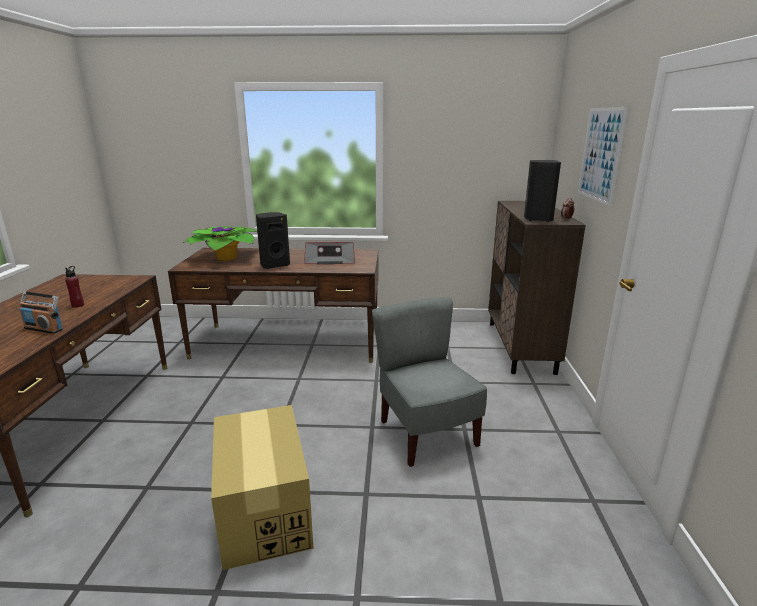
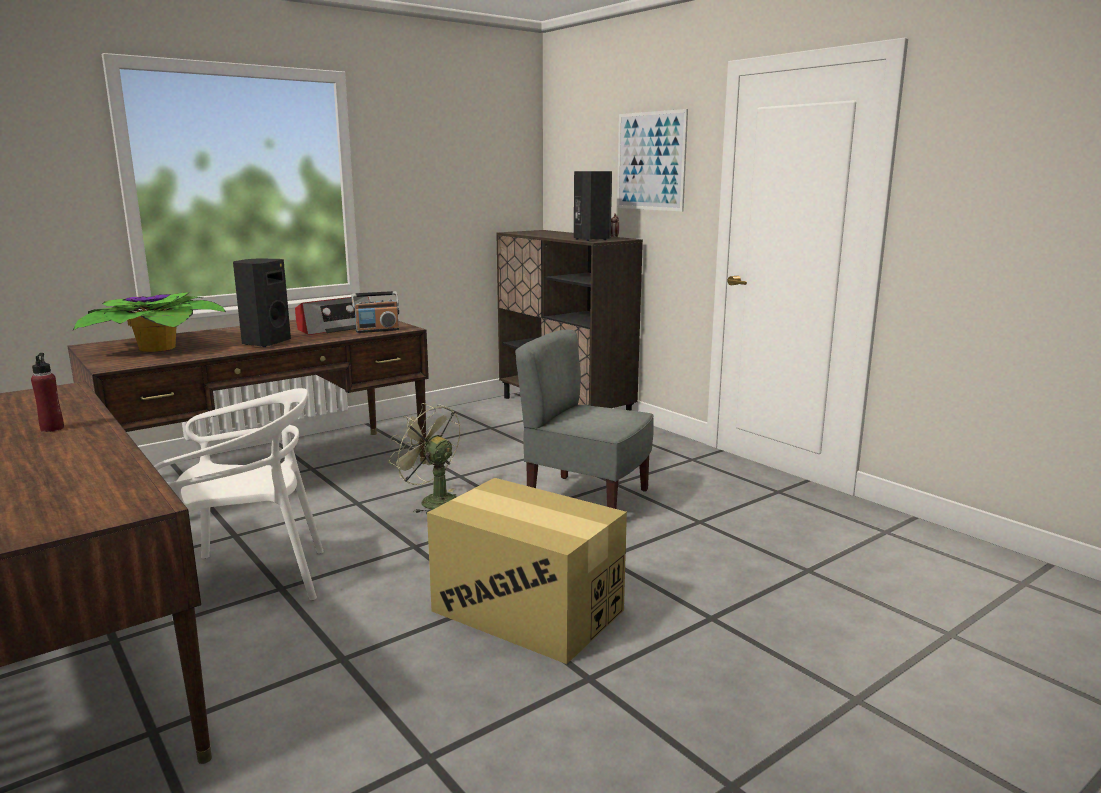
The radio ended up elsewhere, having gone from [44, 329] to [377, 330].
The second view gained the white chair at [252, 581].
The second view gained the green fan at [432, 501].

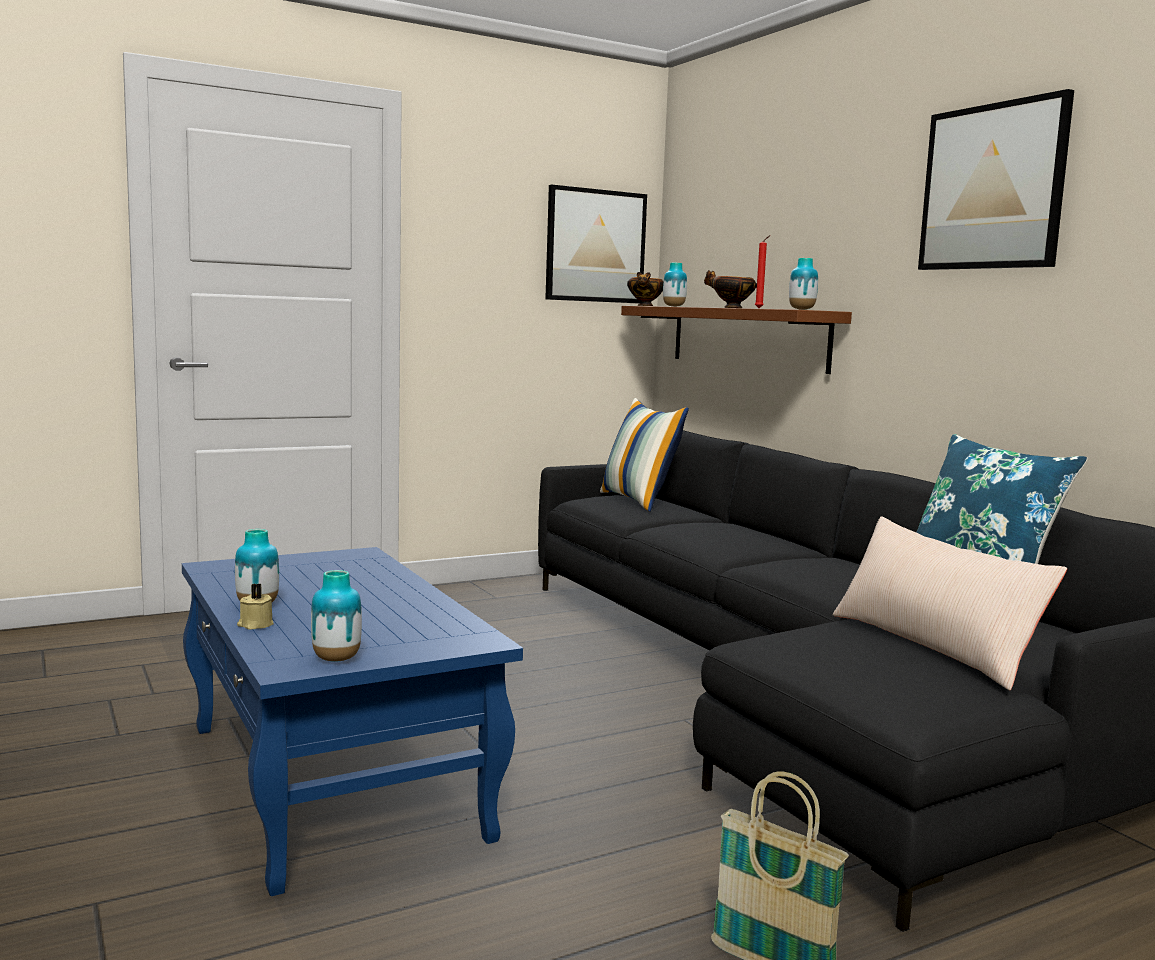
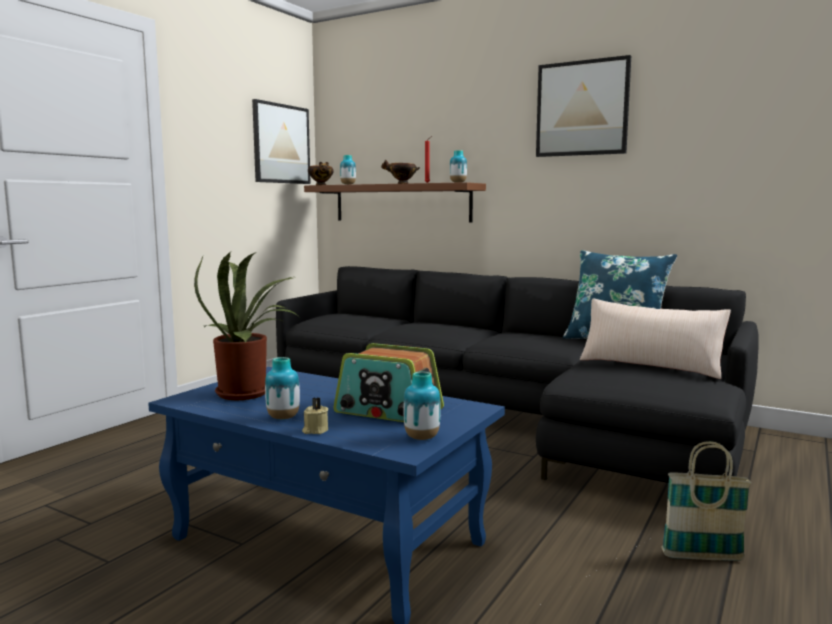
The second view lost the pillow at [639, 501].
The second view gained the potted plant at [249, 393].
The second view gained the radio at [388, 411].

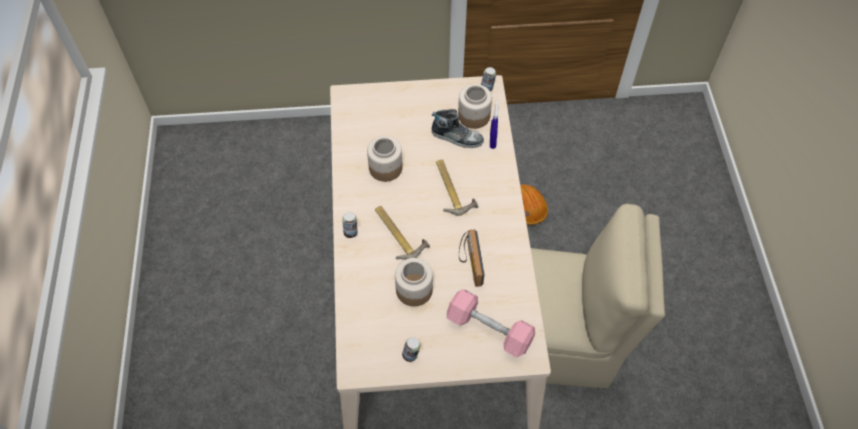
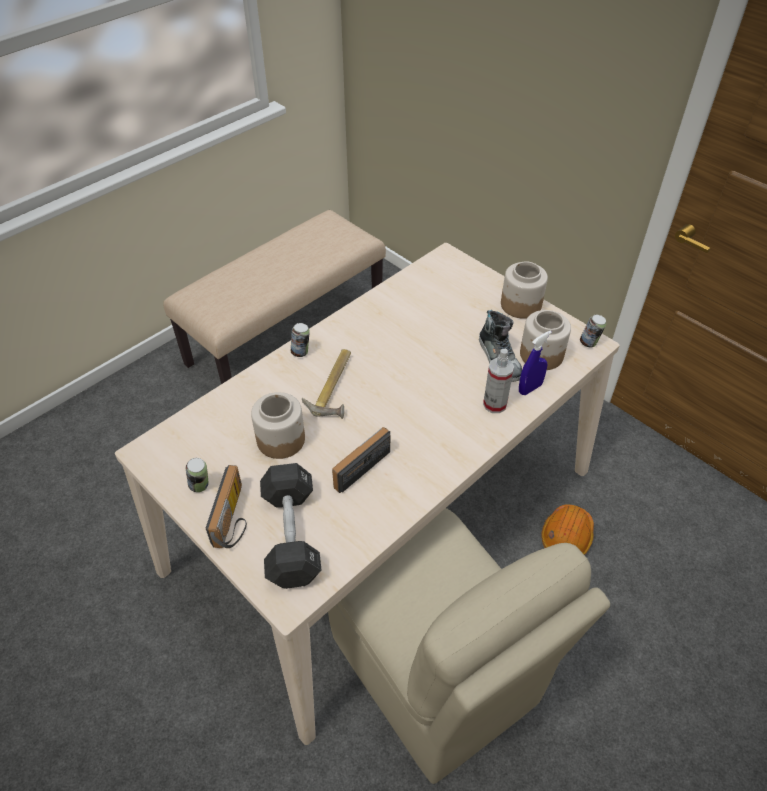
The jar ended up elsewhere, having gone from [385, 168] to [520, 304].
The second view lost the hammer at [453, 189].
What was the pink dumbbell at [489, 329] turned into the black dumbbell at [291, 535].
The second view gained the beige bench at [286, 334].
The second view gained the radio at [234, 518].
The second view gained the spray bottle at [495, 404].

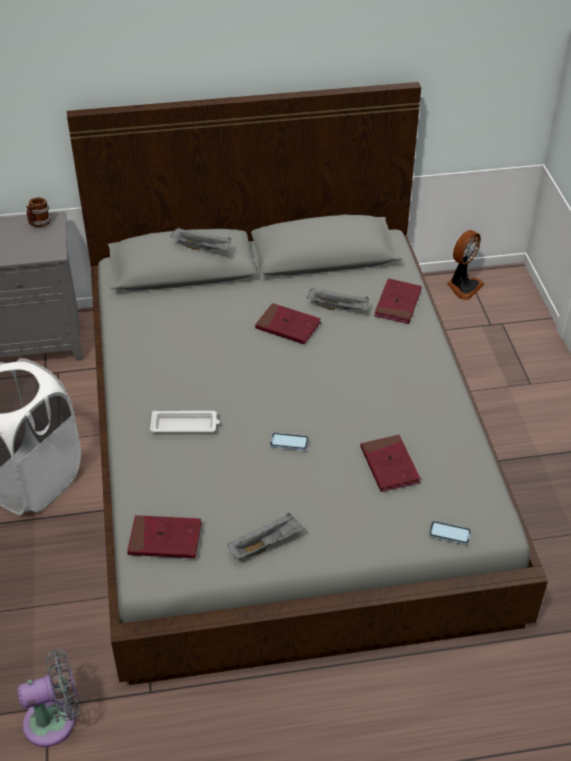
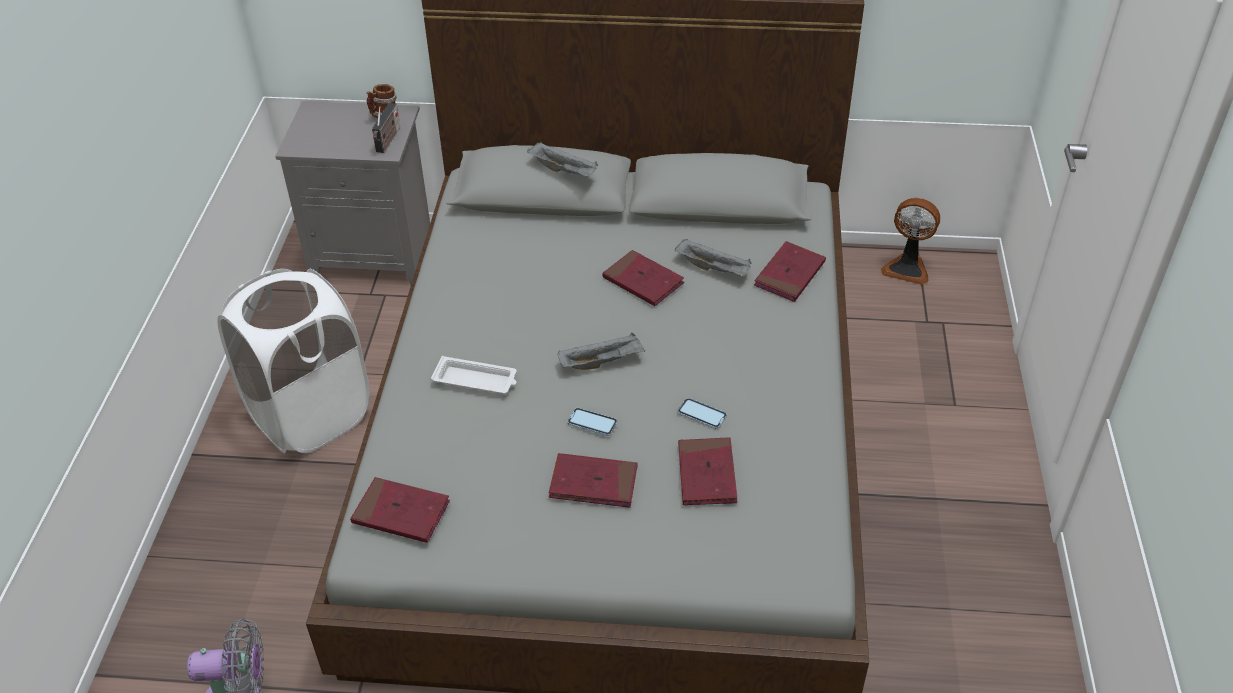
The grey tray ended up elsewhere, having gone from [266, 544] to [602, 362].
The phone ended up elsewhere, having gone from [449, 534] to [702, 414].
The fan at [463, 286] ended up facing another way, 60 degrees clockwise from before.
The second view gained the radio at [388, 141].
The second view gained the red book at [593, 483].

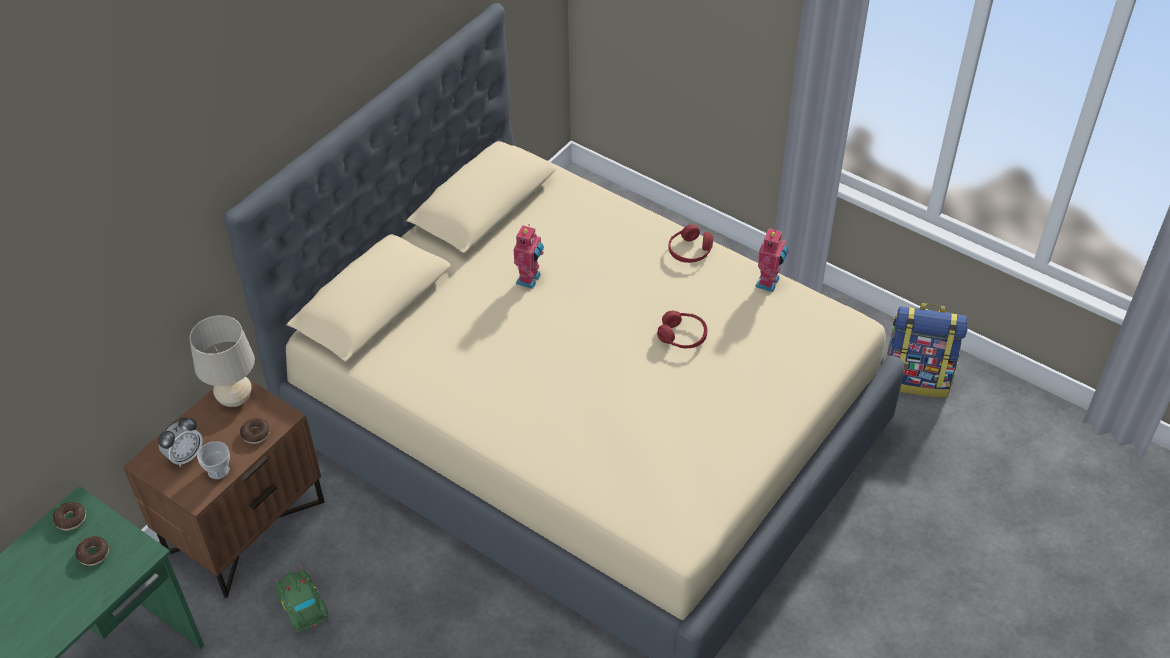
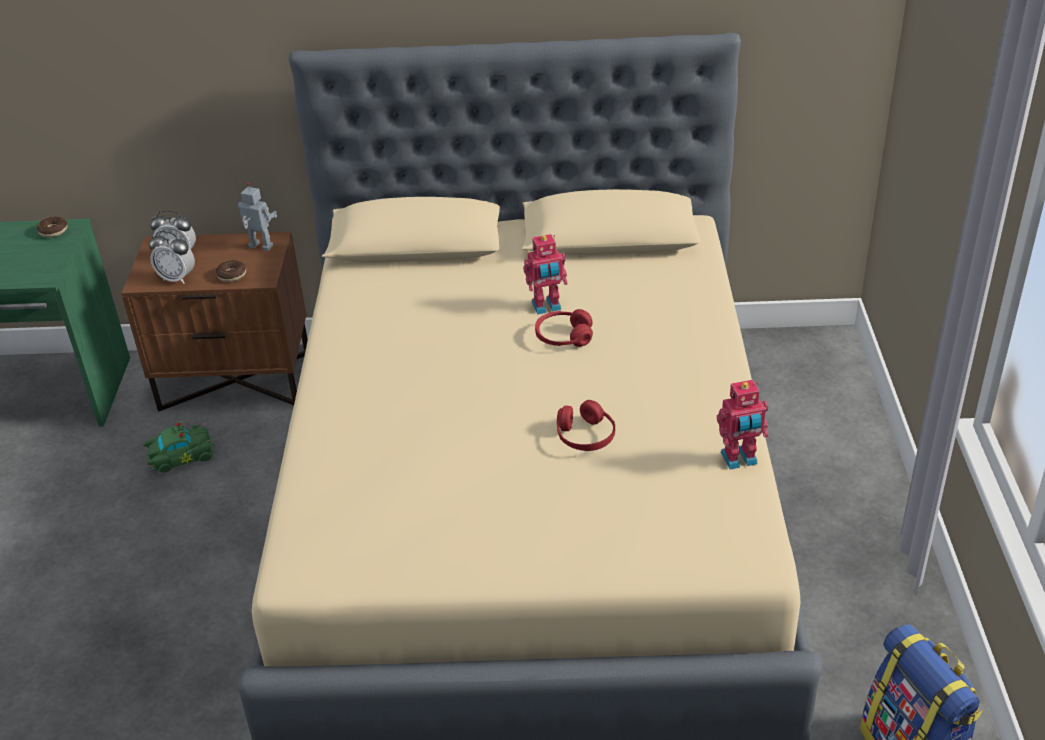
The second view lost the donut at [93, 554].
Where the beige table lamp stood at [235, 399], the toy robot came to stand at [260, 247].
Where the cup stood at [218, 470], the alarm clock came to stand at [177, 278].
The green toy car at [302, 607] ended up facing another way, 45 degrees clockwise from before.
The red headphones ended up elsewhere, having gone from [690, 251] to [564, 337].

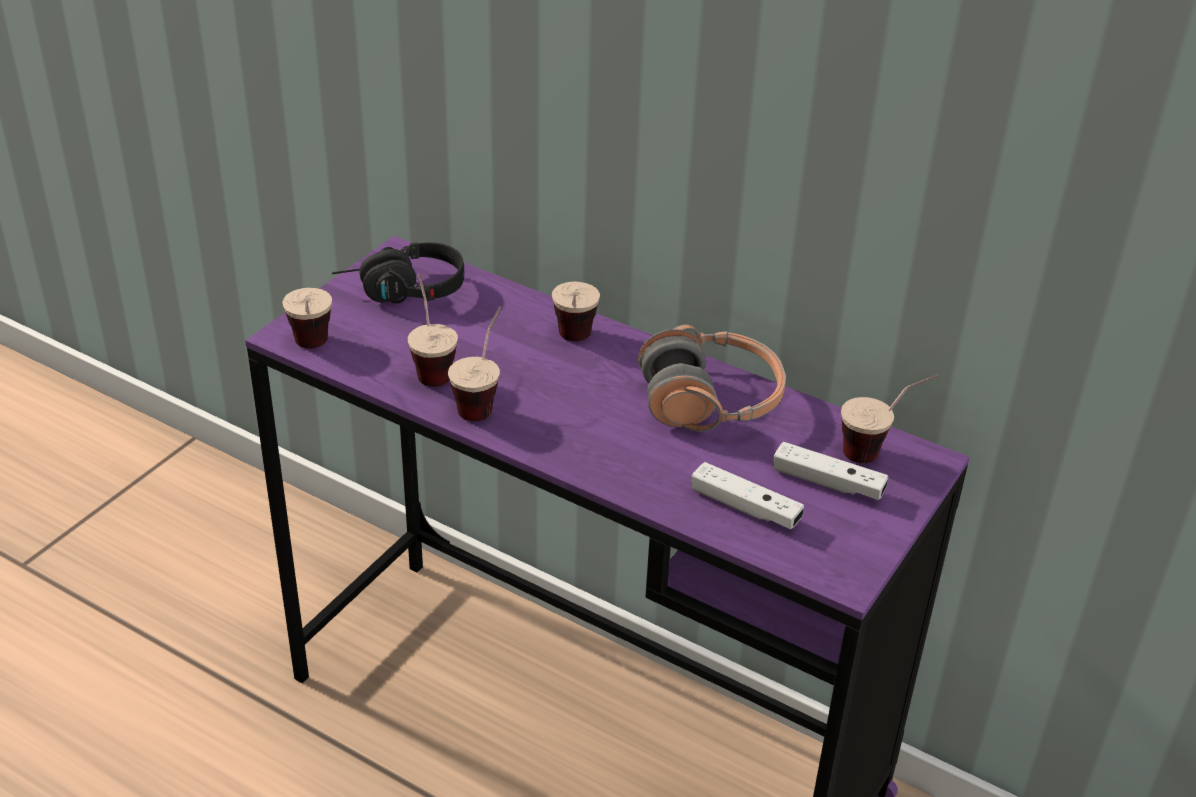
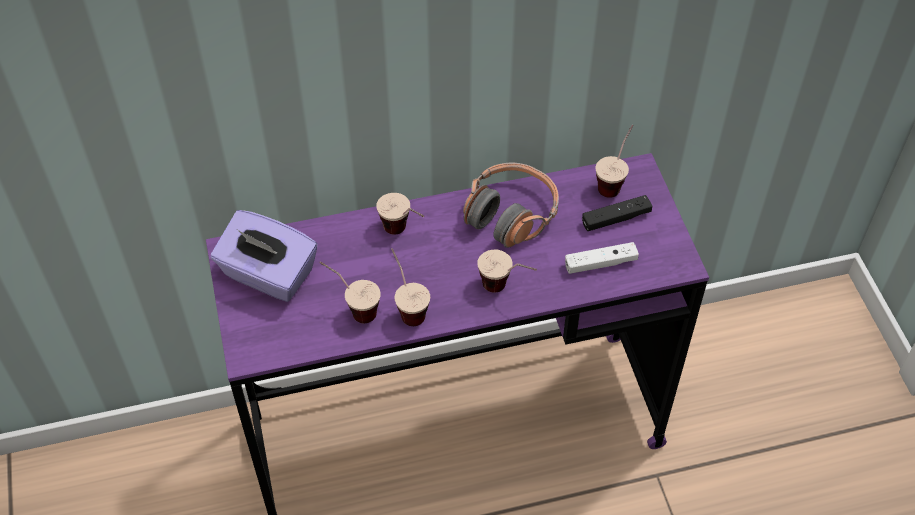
The cup ended up elsewhere, having gone from [312, 351] to [506, 290].
Where the black headphones stood at [401, 292], the purple tissue box came to stand at [268, 275].
What was the white game controller at [828, 483] turned into the black game controller at [616, 218].

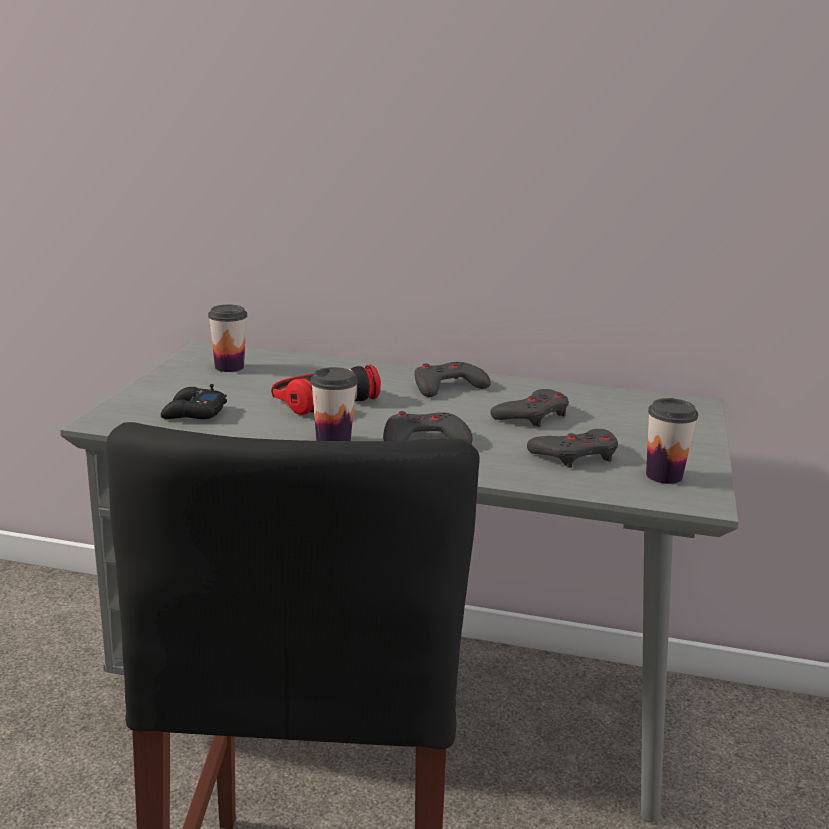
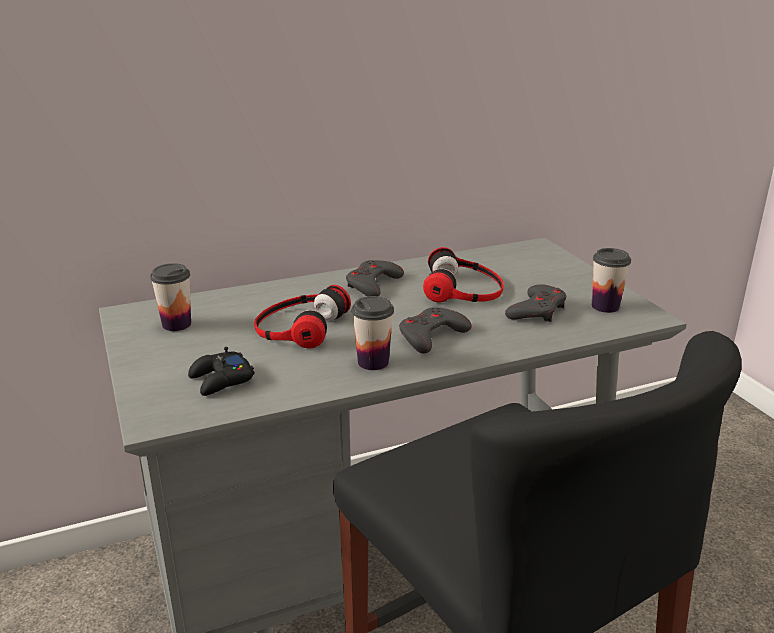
Where the grey game controller stood at [532, 415], the headphones came to stand at [464, 288].

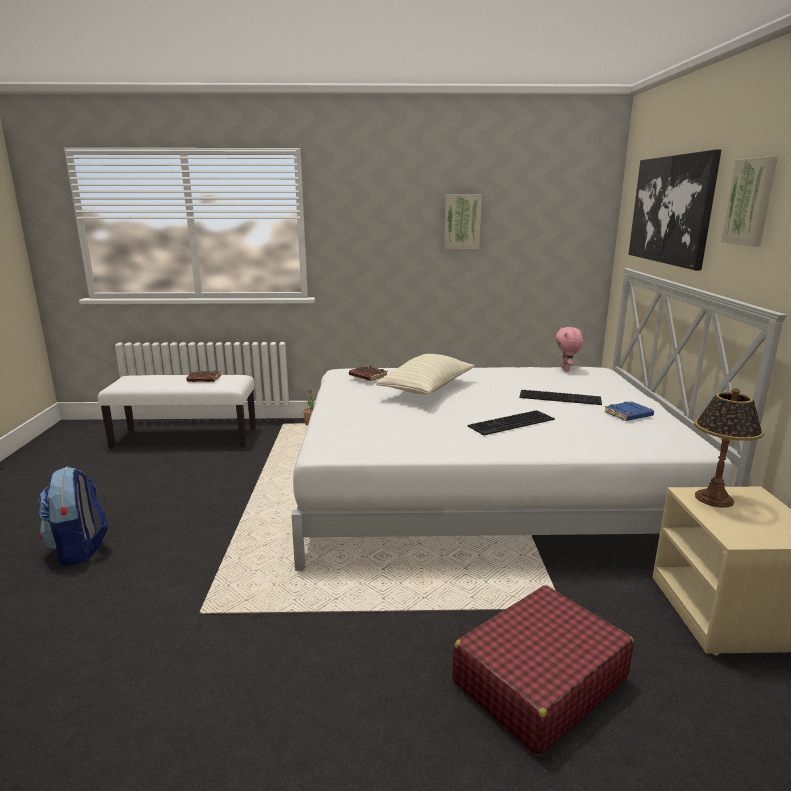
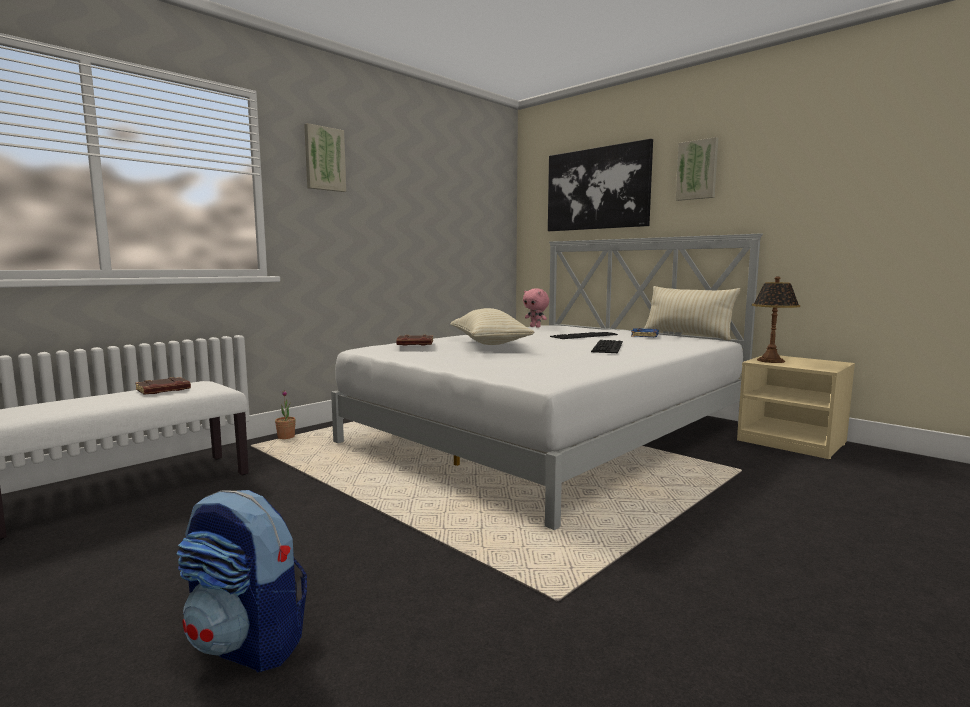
The picture ended up elsewhere, having gone from [462, 221] to [324, 159].
The second view lost the red suitcase at [539, 681].
The second view gained the beige pillow at [687, 336].

